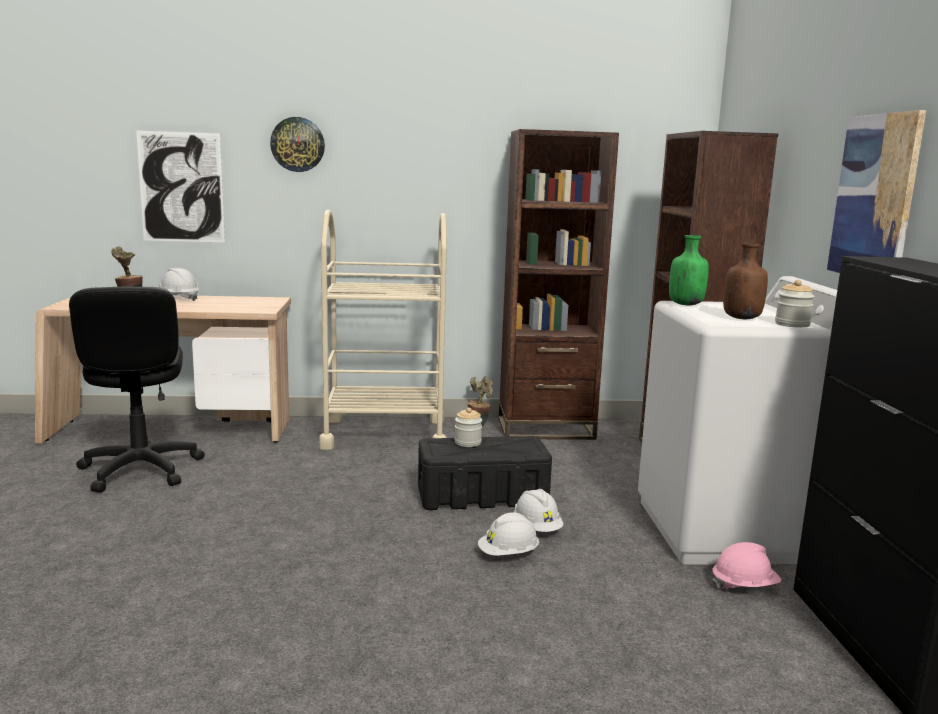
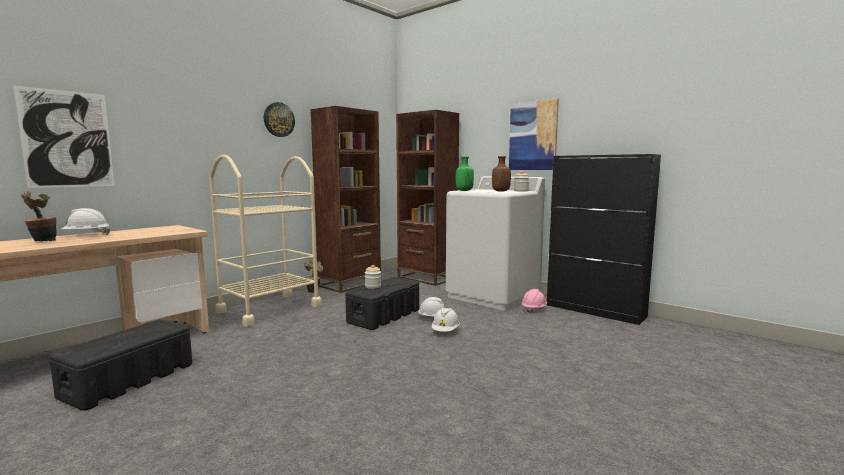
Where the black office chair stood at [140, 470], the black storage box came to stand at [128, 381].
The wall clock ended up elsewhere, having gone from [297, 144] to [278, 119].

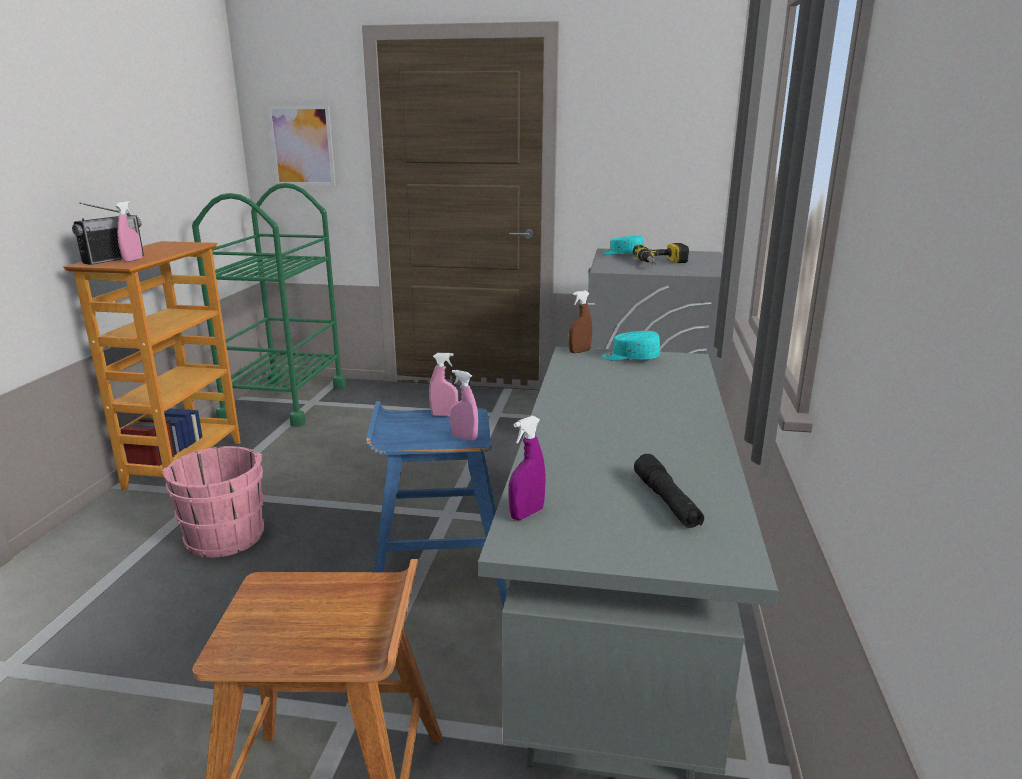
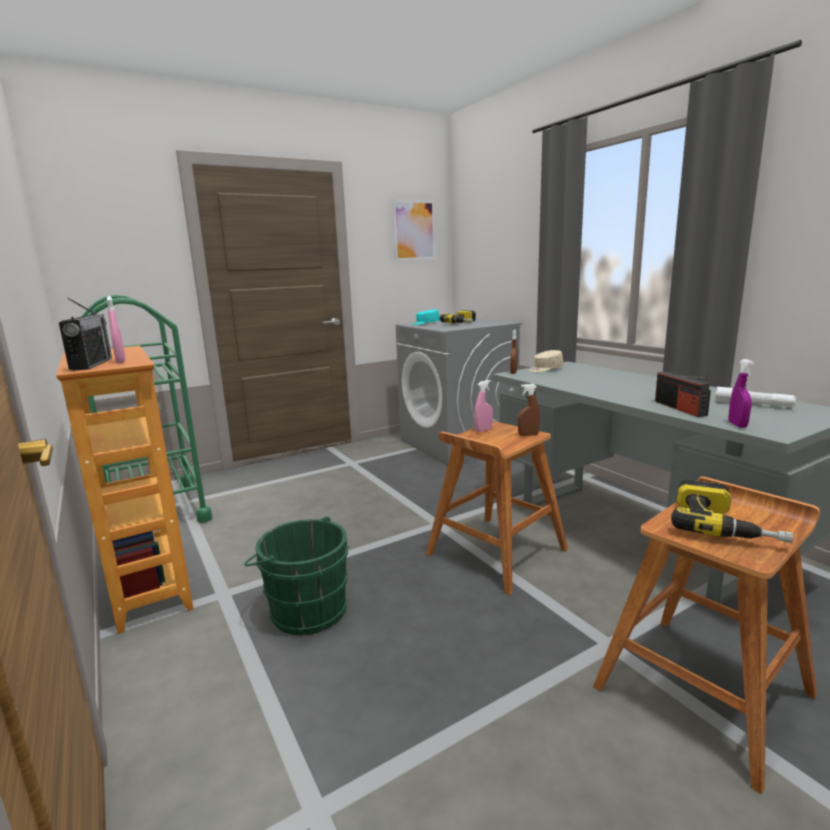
What was the pink bucket at [225, 534] turned into the green bucket at [305, 609].
The picture ended up elsewhere, having gone from [302, 146] to [414, 230].
What was the blue stool at [438, 569] turned into the brown stool at [495, 552].
What was the pink spray bottle at [464, 438] turned into the brown spray bottle at [528, 435].
What was the turquoise cap at [630, 358] turned into the beige cap at [545, 369].
What was the black flashlight at [666, 502] turned into the white flashlight at [753, 405].
The second view gained the radio at [680, 408].
The second view gained the power drill at [724, 525].

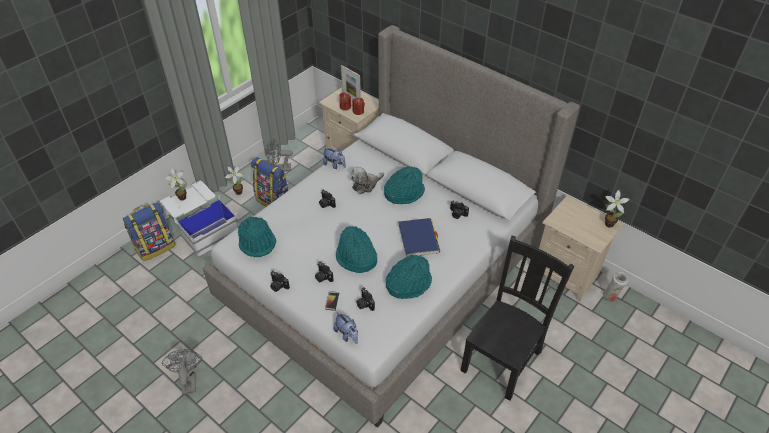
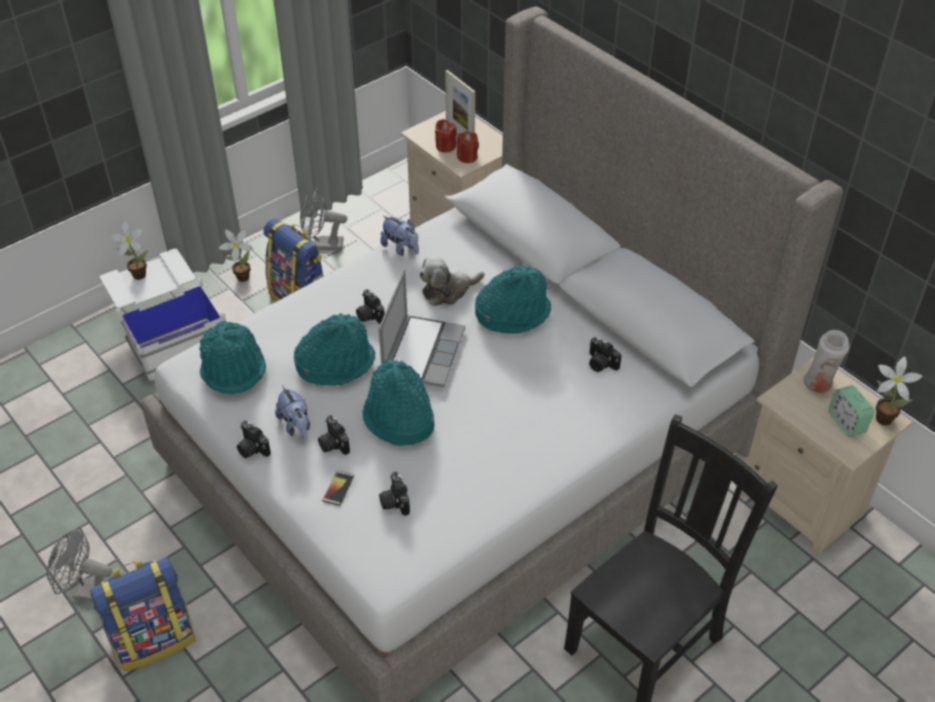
The backpack ended up elsewhere, having gone from [155, 247] to [154, 638].
The grey fan at [188, 380] ended up facing another way, 75 degrees counterclockwise from before.
The plush toy ended up elsewhere, having gone from [347, 335] to [296, 426].
The turquoise hat ended up elsewhere, having gone from [408, 283] to [335, 363].
The second view lost the blue book at [418, 239].
The white vase ended up elsewhere, having gone from [610, 297] to [819, 385].
The second view gained the laptop at [422, 351].
The second view gained the alarm clock at [846, 423].

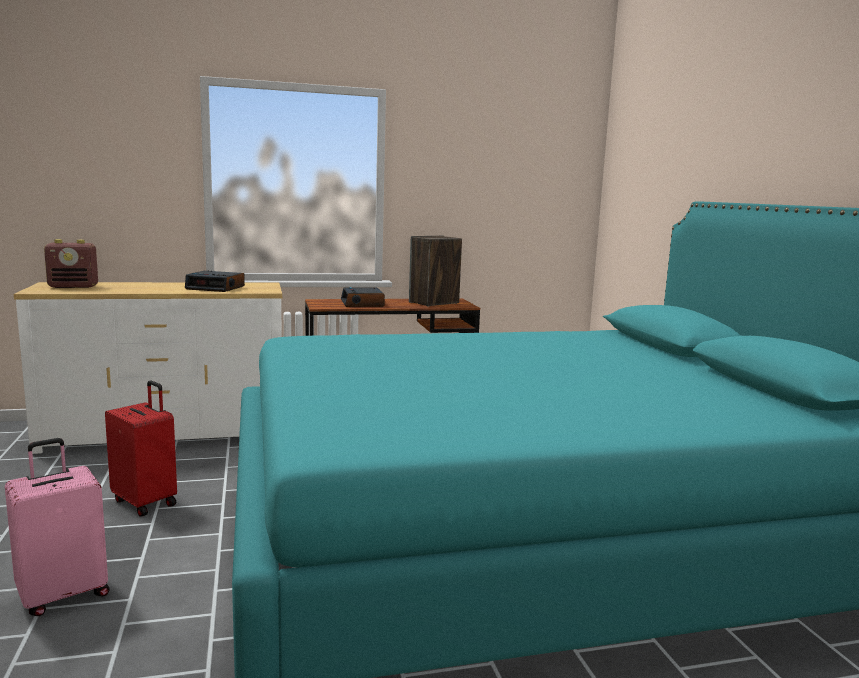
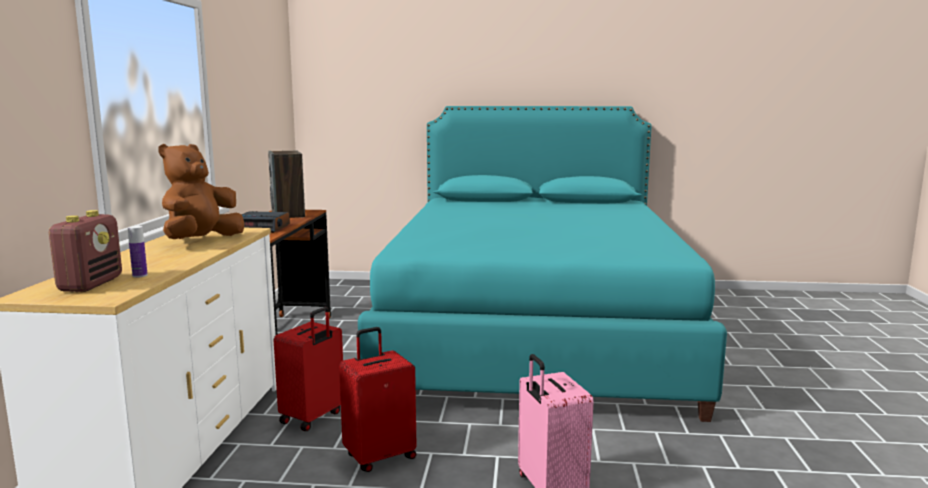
Where the alarm clock stood at [216, 288], the brown plush toy came to stand at [201, 241].
The second view gained the bottle at [140, 275].
The second view gained the red suitcase at [313, 418].

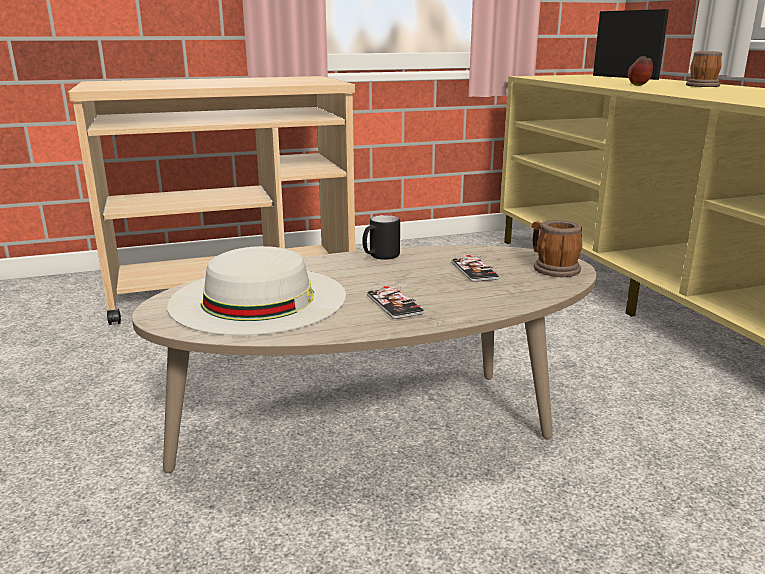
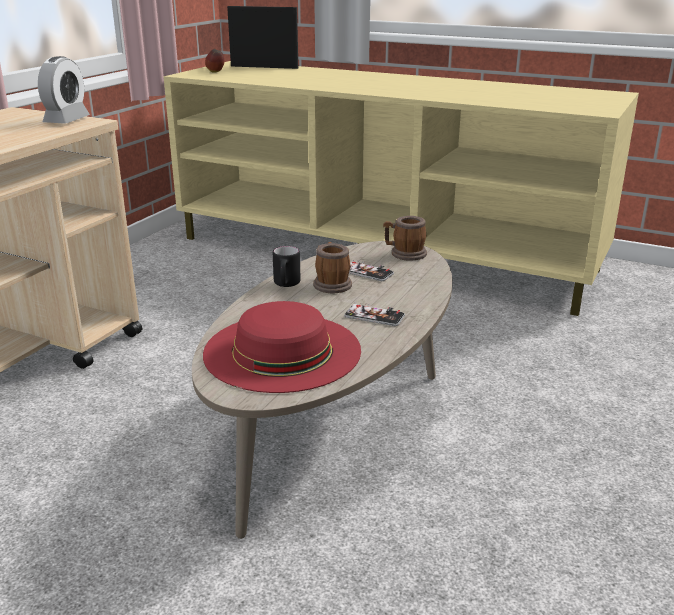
What was the white hat at [258, 299] turned into the red hat at [282, 351].
The apple ended up elsewhere, having gone from [639, 86] to [216, 72].
The mug ended up elsewhere, having gone from [703, 85] to [332, 283].
The second view gained the alarm clock at [67, 120].

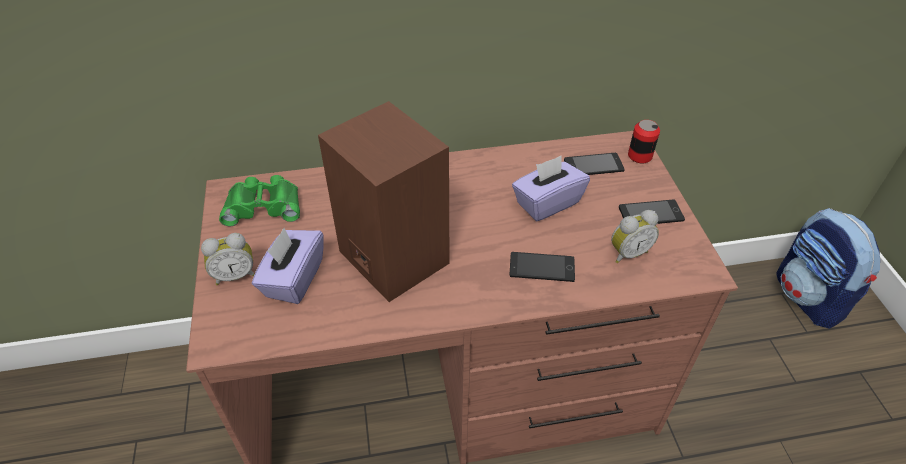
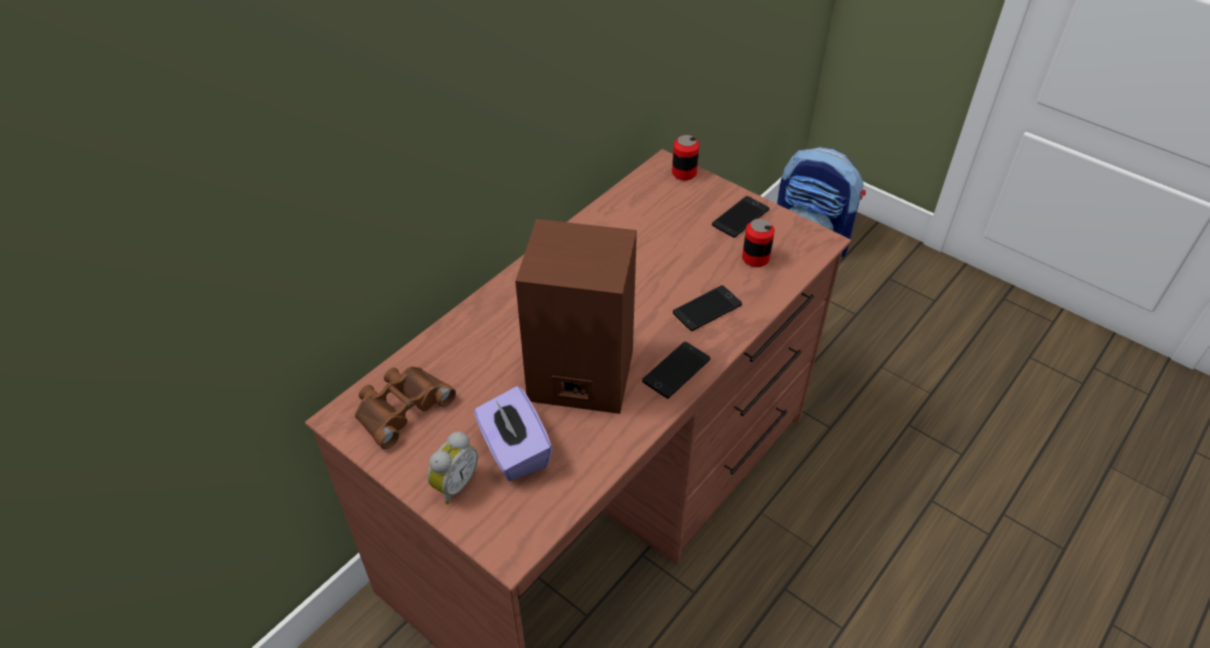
What was the green binoculars at [263, 205] turned into the brown binoculars at [401, 407].
The second view lost the purple tissue box at [547, 203].
The phone ended up elsewhere, having gone from [593, 165] to [676, 370].
Where the alarm clock stood at [627, 252], the can came to stand at [755, 258].

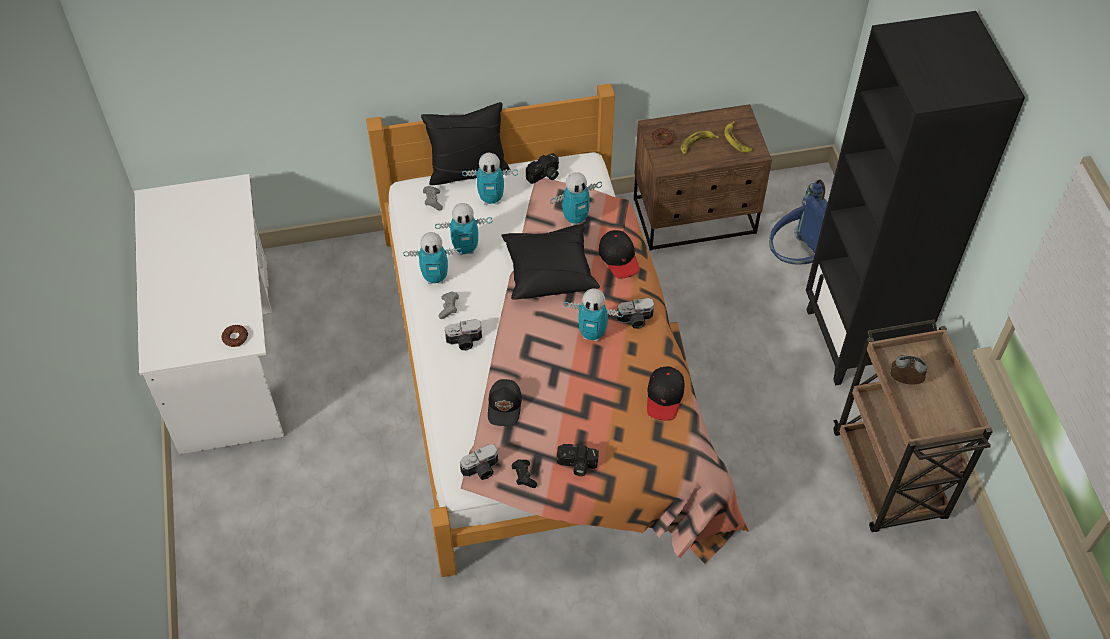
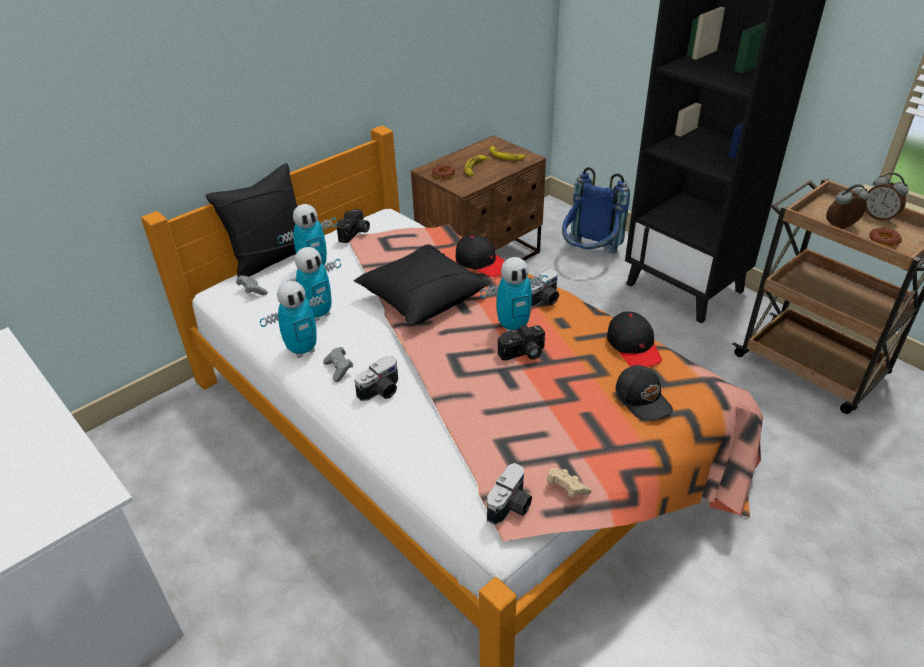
The donut ended up elsewhere, having gone from [235, 338] to [884, 240].
The black cap ended up elsewhere, having gone from [505, 406] to [643, 399].
What was the black game controller at [524, 476] turned into the beige game controller at [566, 488].
The second view lost the toy robot at [575, 218].
The photo camera ended up elsewhere, having gone from [576, 465] to [523, 354].
The second view gained the alarm clock at [879, 217].

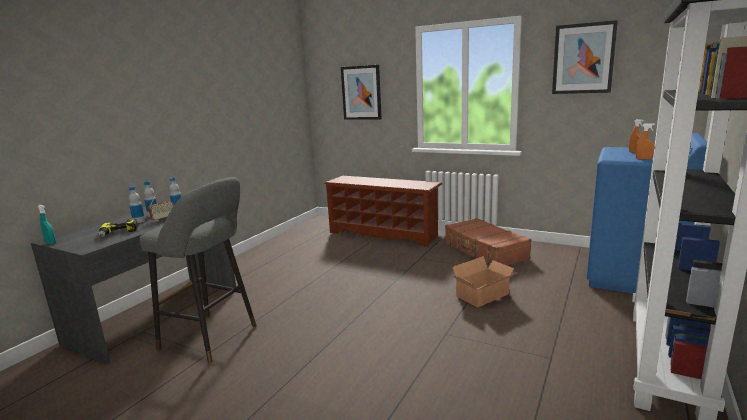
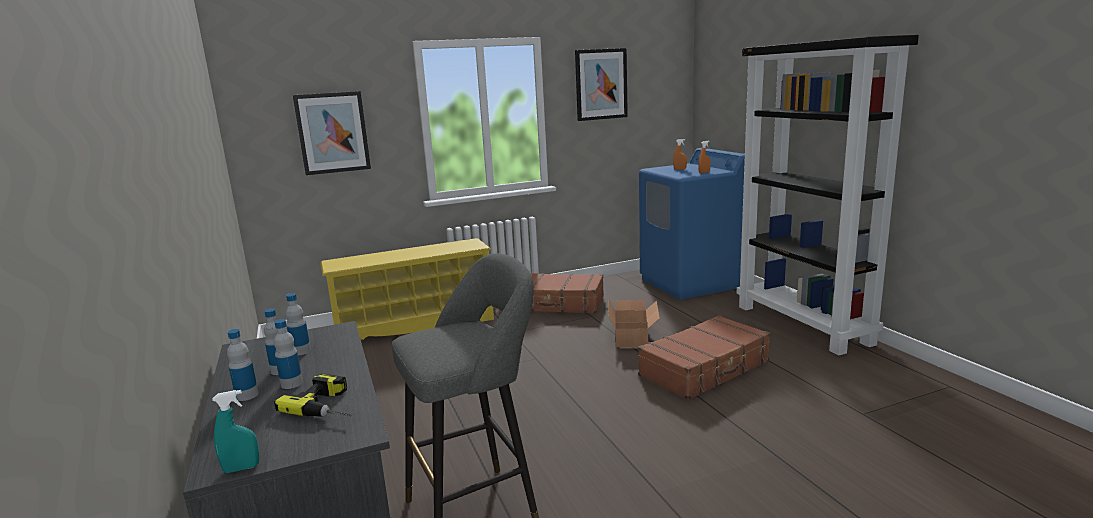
The second view lost the radio at [163, 218].
What was the brown shoe rack at [384, 234] turned into the yellow shoe rack at [415, 325].
The second view gained the bottle at [247, 395].
The second view gained the brown suitcase at [705, 369].

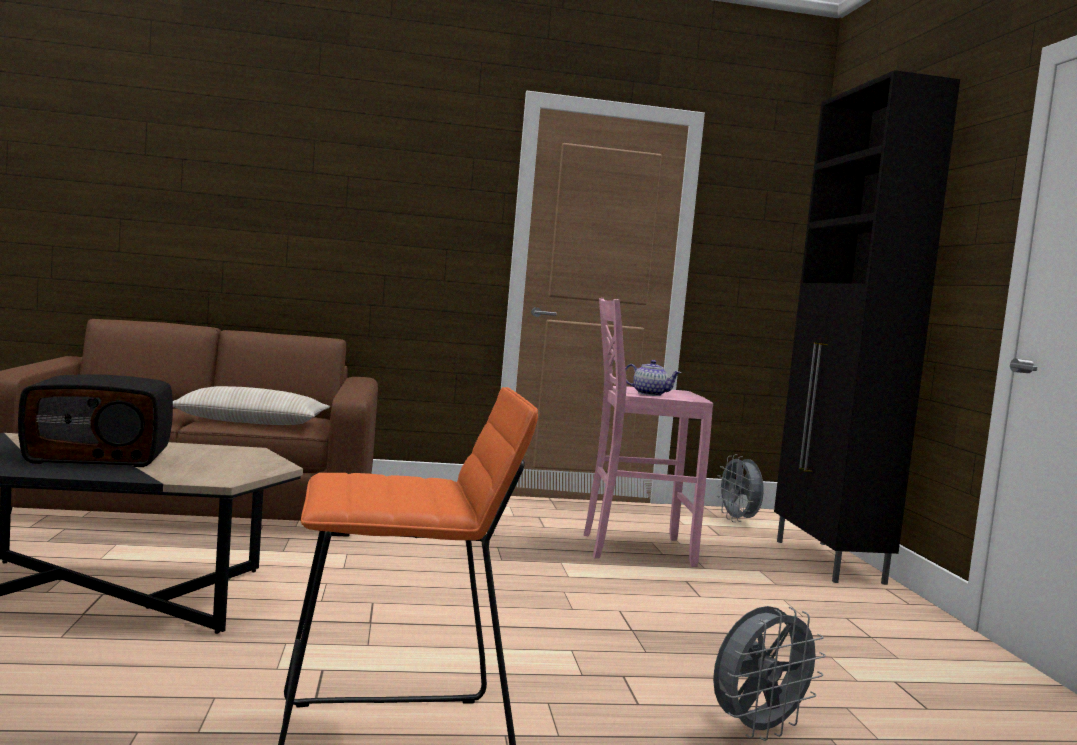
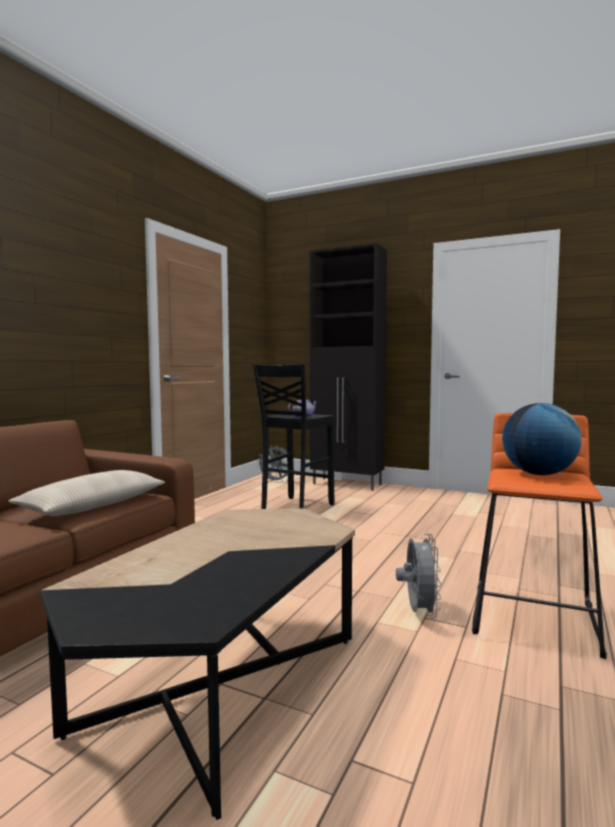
The second view lost the radio at [100, 456].
What was the pink stool at [633, 549] turned into the black stool at [295, 508].
The grey fan ended up elsewhere, having gone from [758, 730] to [418, 612].
The second view gained the globe at [539, 474].

